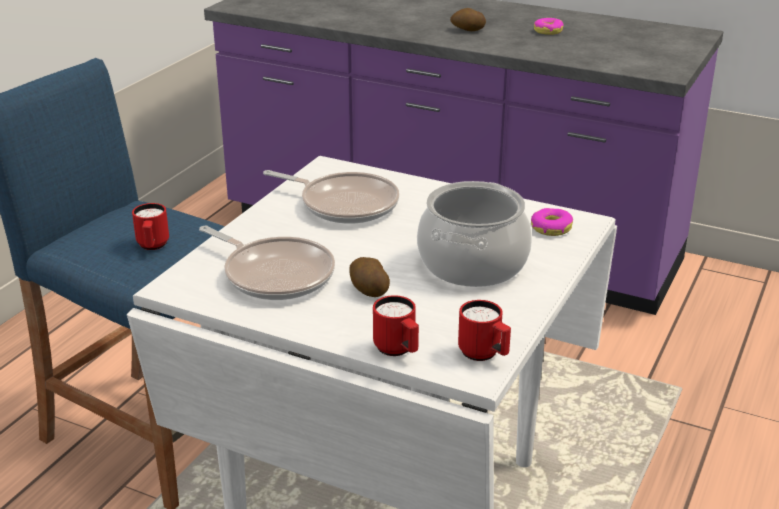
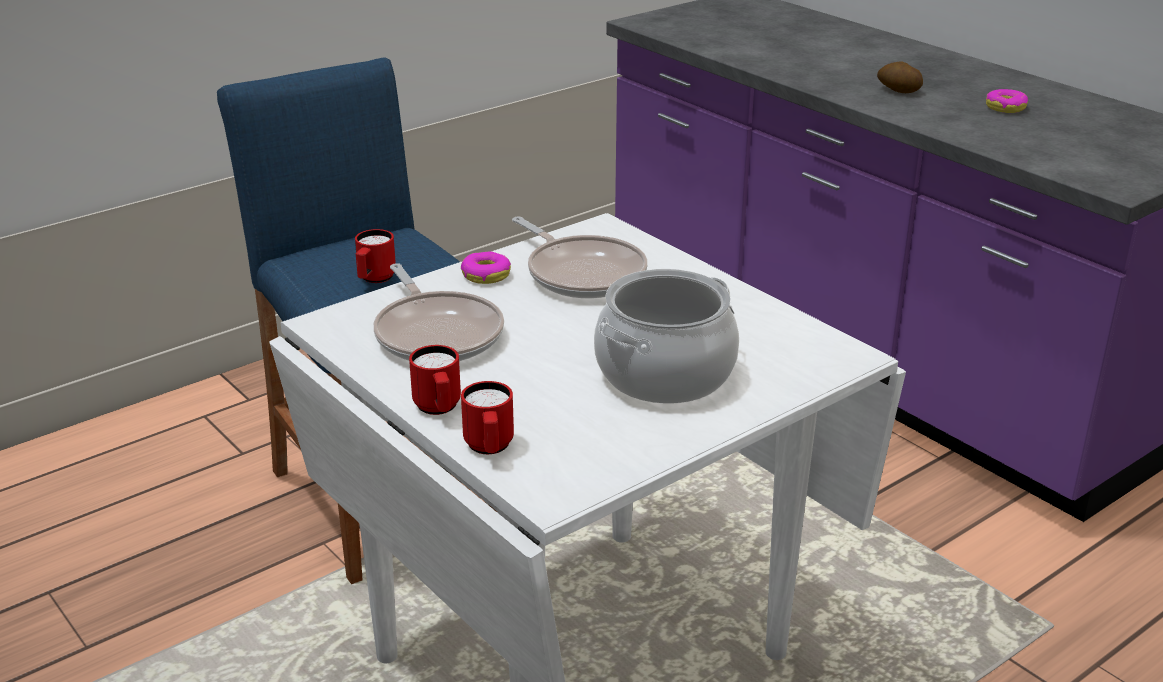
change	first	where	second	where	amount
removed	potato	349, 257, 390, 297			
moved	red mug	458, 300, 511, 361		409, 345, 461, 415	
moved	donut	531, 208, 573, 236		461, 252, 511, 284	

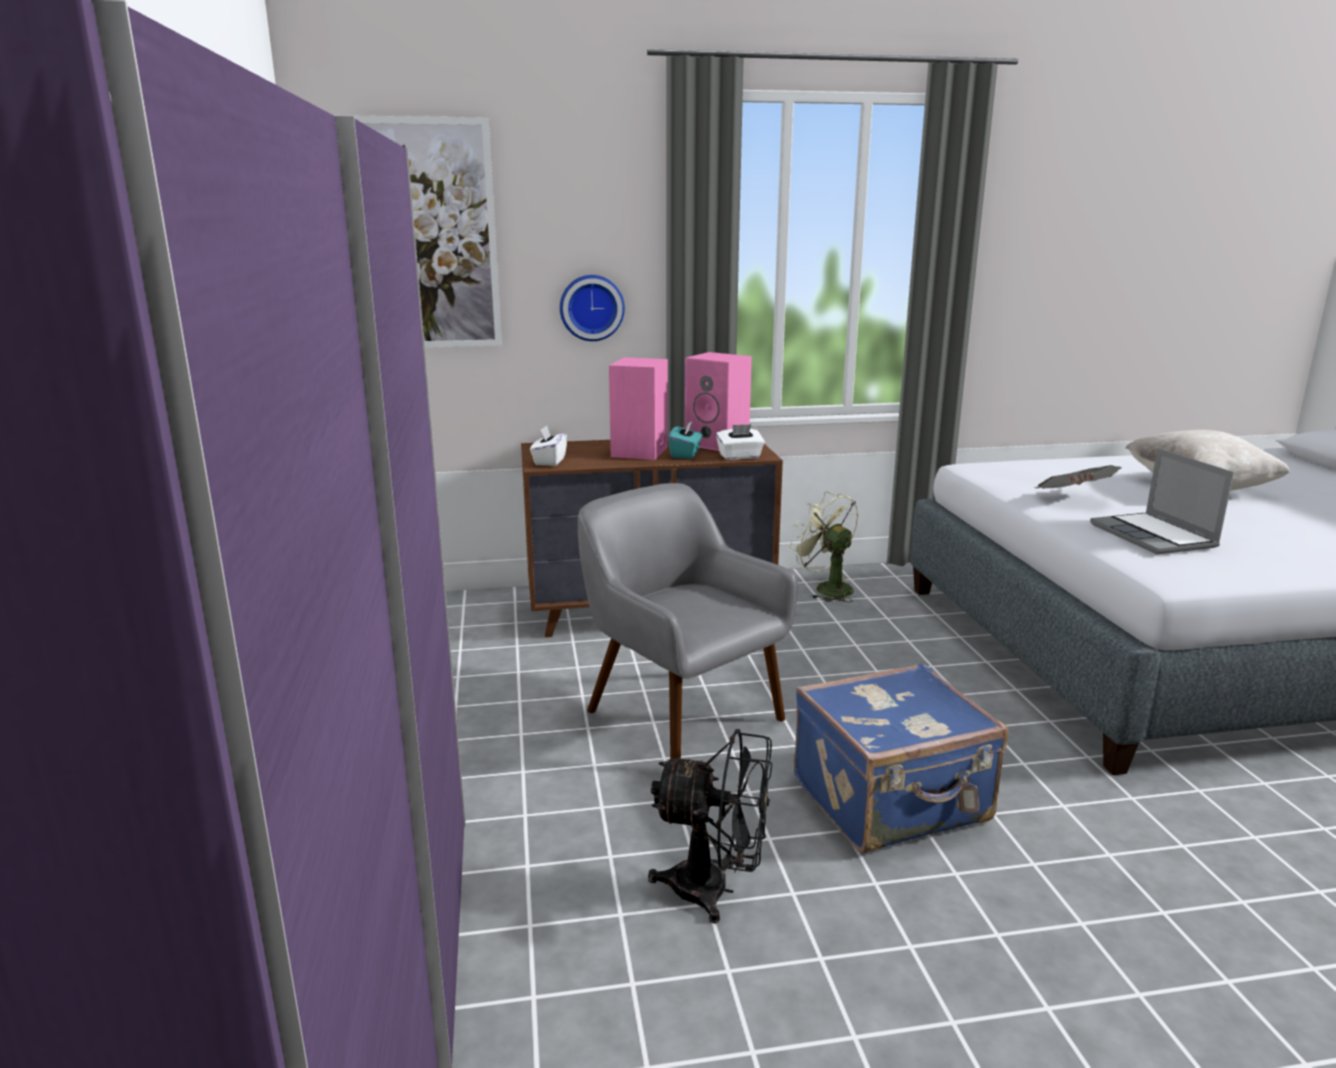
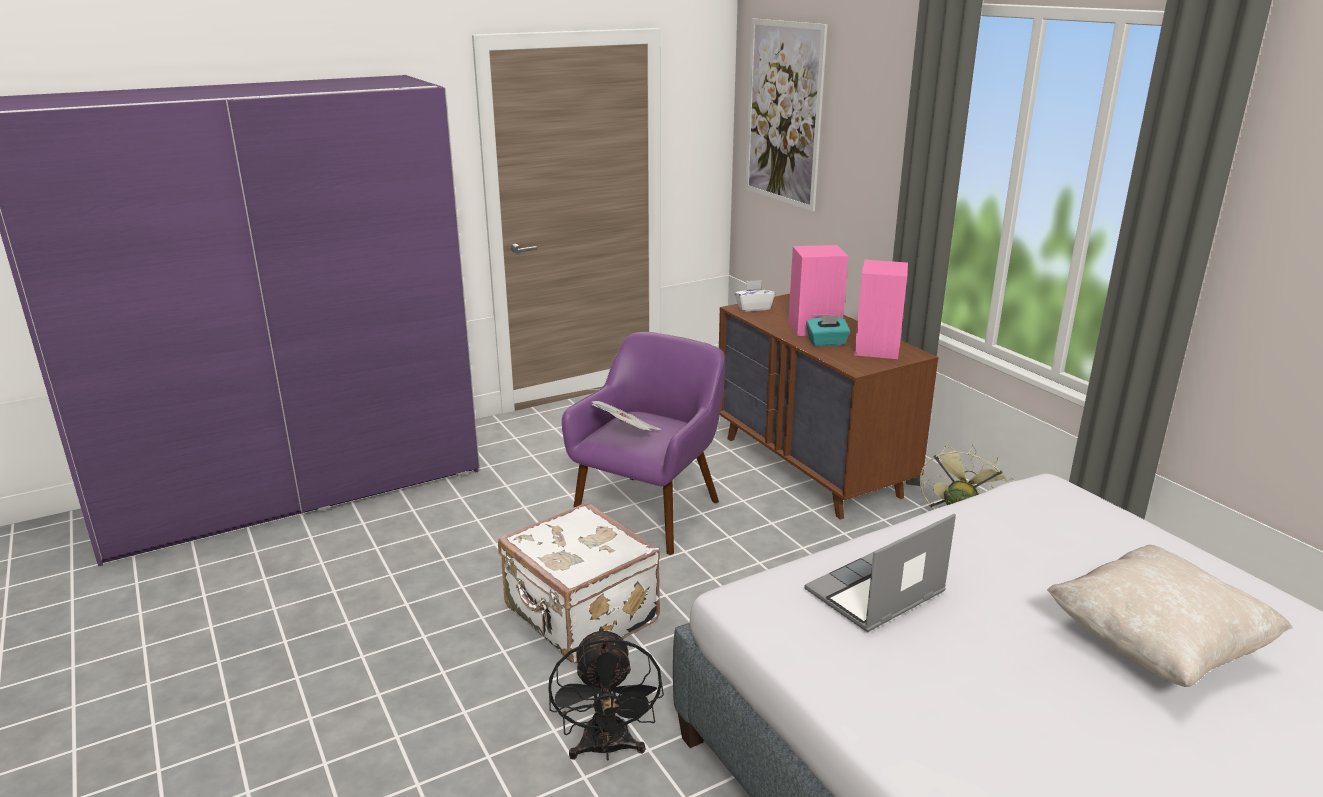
change	first	where	second	where	amount
removed	wall clock	560, 275, 625, 341			
removed	white tissue box	716, 424, 765, 460			
moved	black fan	648, 729, 772, 924		548, 627, 664, 760	
moved	newspaper	1034, 465, 1121, 489		591, 401, 661, 431	
recoloured	grey armchair	578, 483, 798, 759	purple armchair	562, 332, 725, 555	
recoloured	blue suitcase	794, 663, 1008, 853	white suitcase	498, 502, 660, 663	

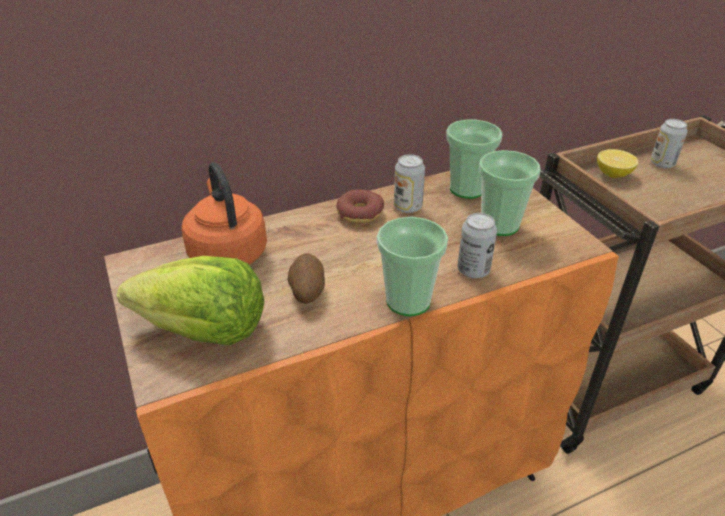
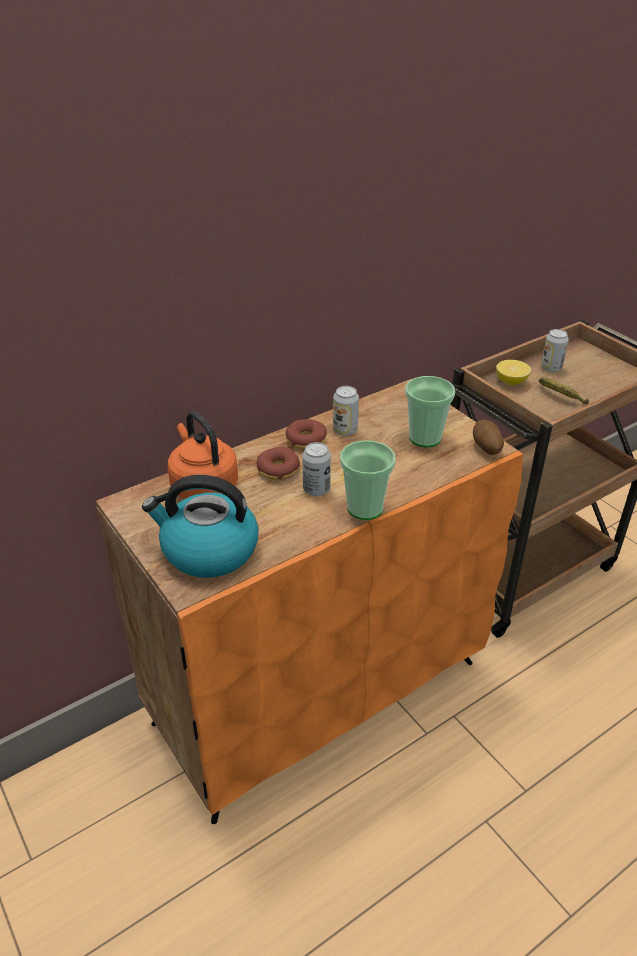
change	first	where	second	where	amount
removed	cup	446, 119, 502, 199			
added			donut	257, 447, 300, 480	
added			banana	539, 378, 589, 404	
moved	potato	287, 253, 325, 304		473, 420, 504, 455	
moved	can	458, 213, 497, 278		302, 442, 331, 496	
replaced	lettuce	117, 256, 264, 345	kettle	142, 475, 259, 578	

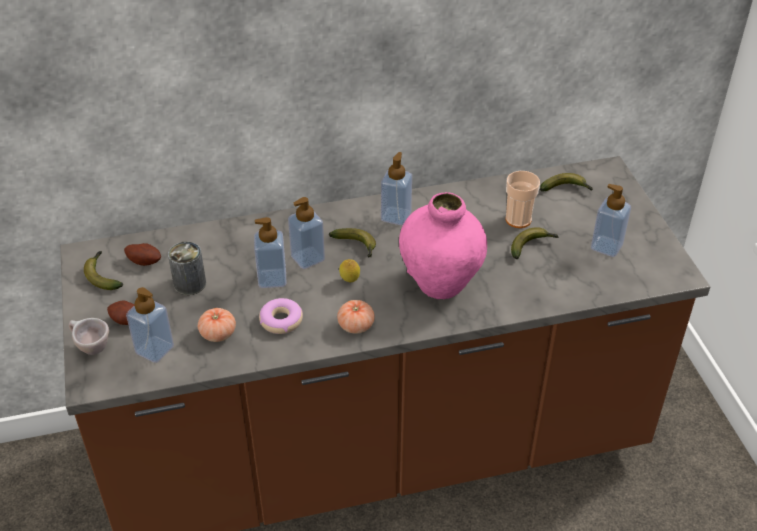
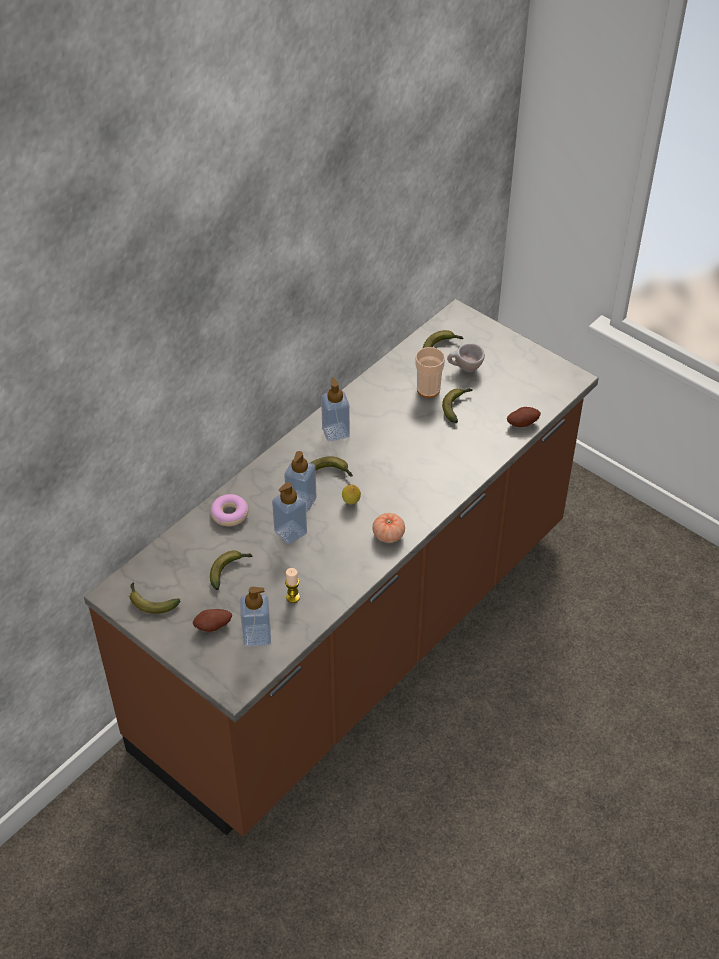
change	first	where	second	where	amount
removed	pink vase	399, 192, 487, 299			
removed	soap dispenser	591, 184, 631, 257			
moved	beige cup	69, 318, 109, 355		447, 344, 485, 372	
moved	potato	124, 243, 161, 266		507, 407, 541, 427	
moved	donut	259, 298, 303, 334		210, 494, 249, 526	
replaced	can	168, 241, 206, 295	banana	210, 550, 252, 590	
replaced	tomato	198, 308, 236, 342	candle	285, 568, 300, 603	

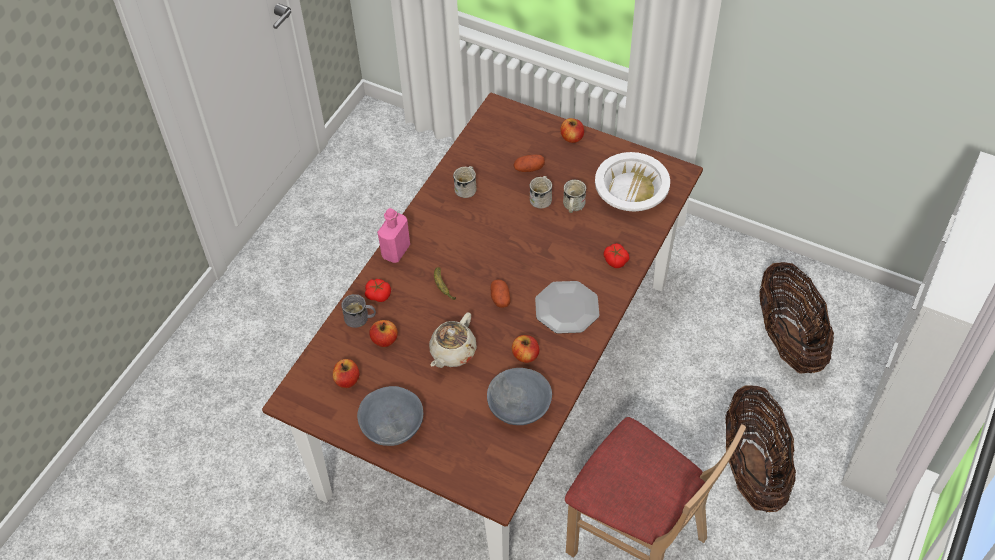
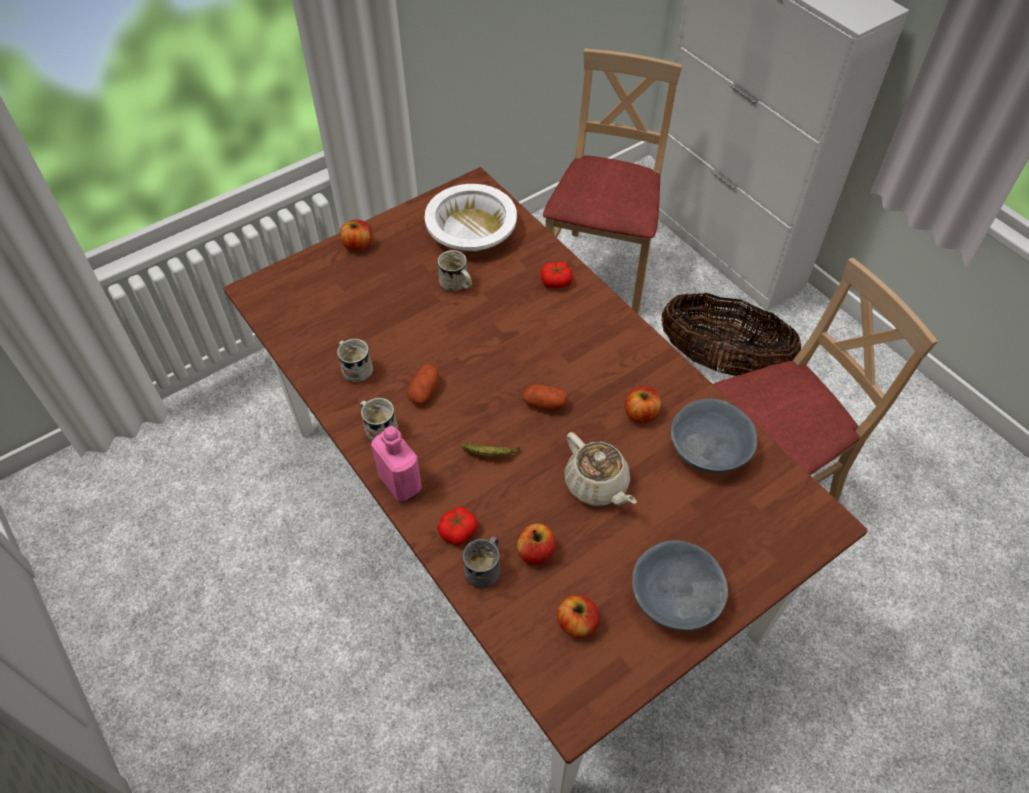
change	first	where	second	where	amount
removed	plate	535, 281, 599, 334			
moved	potato	514, 155, 545, 172		407, 364, 439, 404	
moved	white mug	530, 176, 552, 208		360, 398, 398, 441	
replaced	basket	759, 262, 834, 374	beige chair	543, 48, 682, 314	

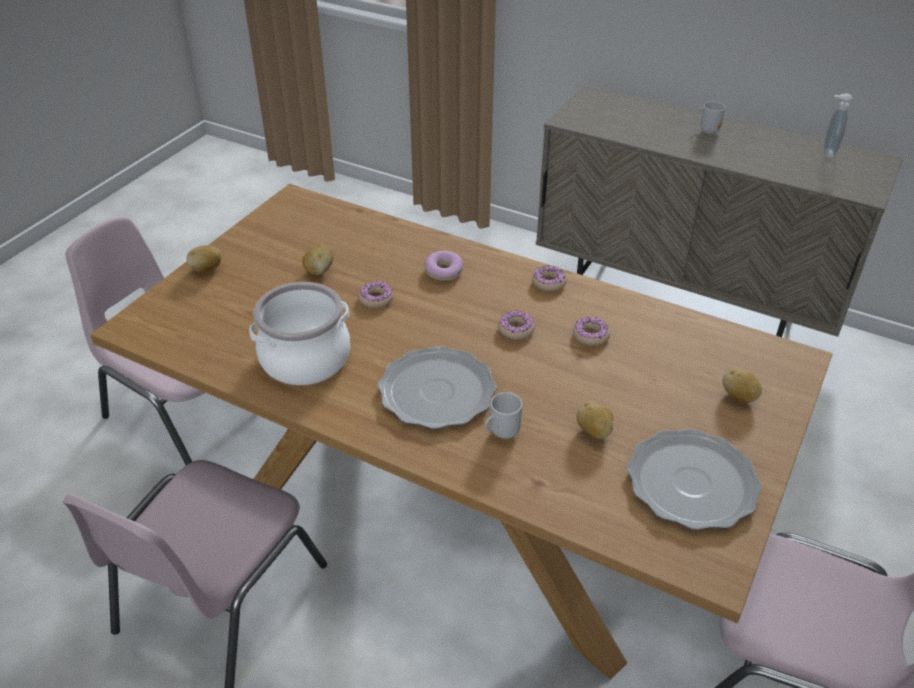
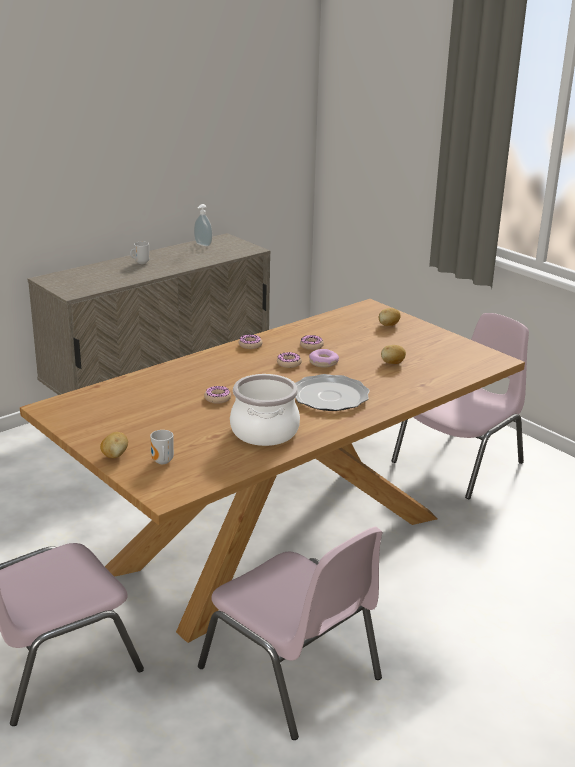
change	first	where	second	where	amount
removed	potato	302, 245, 333, 275			
removed	plate	627, 429, 762, 530			
moved	donut	425, 251, 463, 281		309, 349, 339, 368	
moved	mug	485, 392, 522, 439		150, 430, 174, 464	

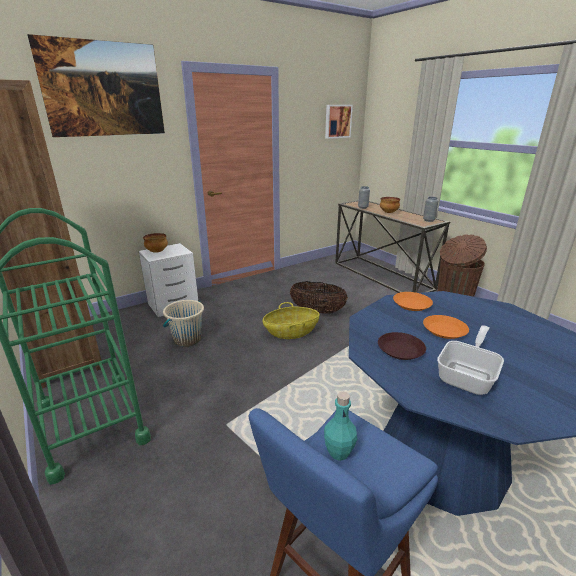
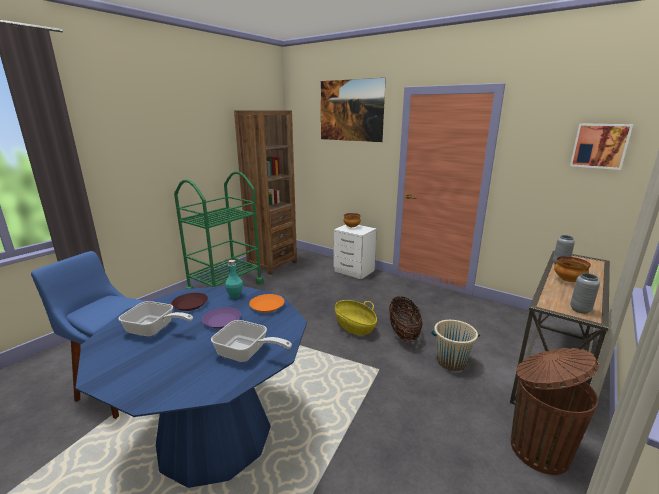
change	first	where	second	where	amount
added			frying pan	211, 320, 292, 362	
moved	beige bucket	163, 300, 204, 347		431, 320, 480, 371	
moved	turquoise bottle	324, 392, 357, 461		225, 260, 243, 299	
recoloured	orange plate	423, 315, 469, 339	purple plate	202, 307, 241, 329	

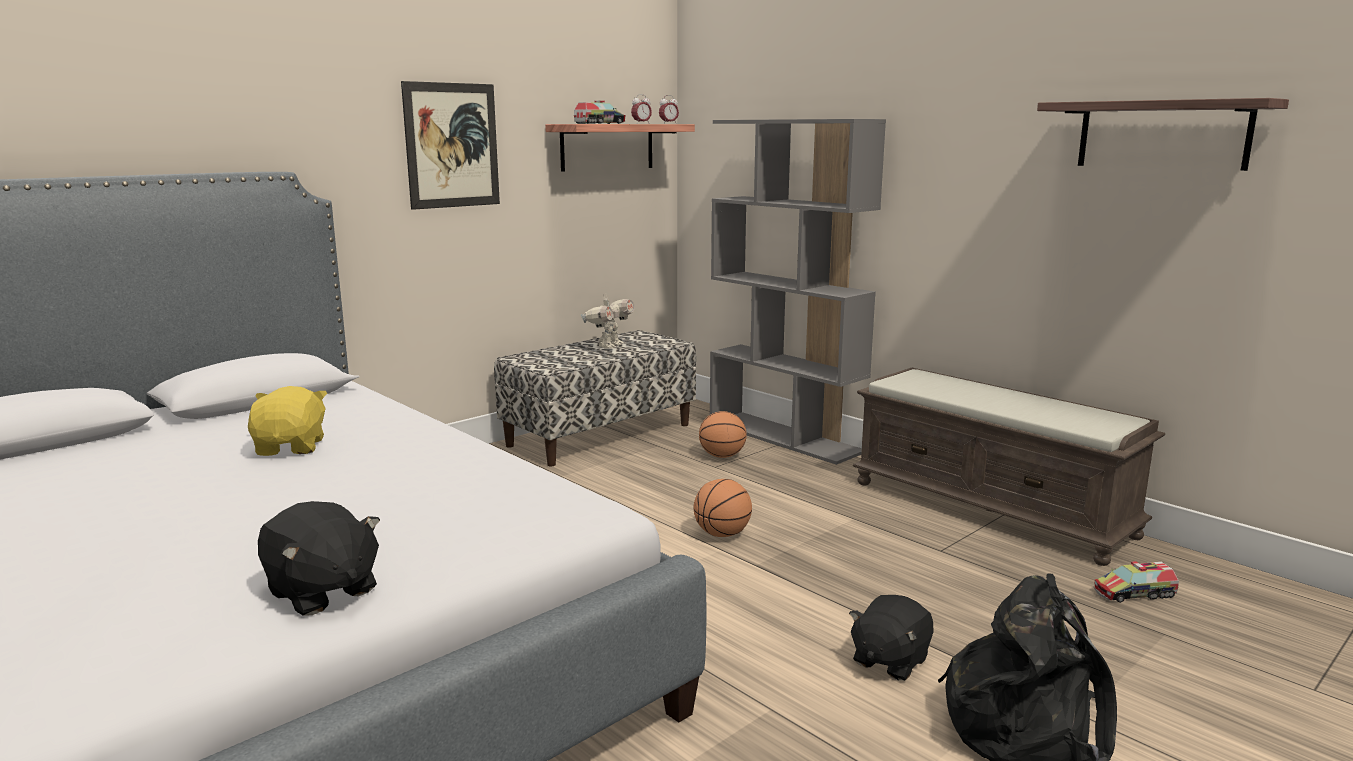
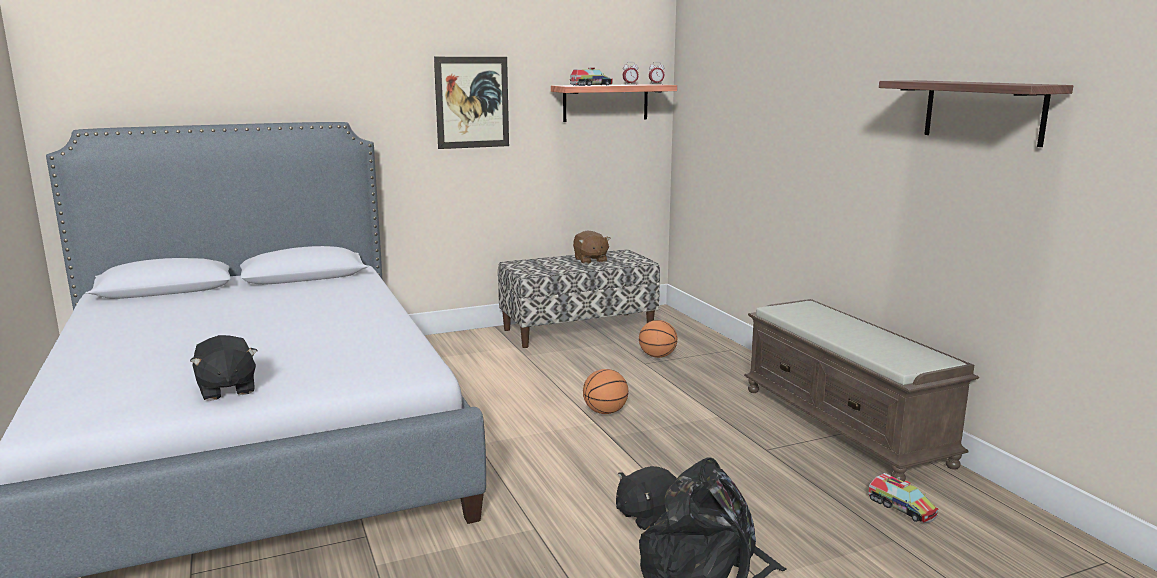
change	first	where	second	where	amount
removed	yellow plush toy	248, 386, 327, 456			
removed	grey bookcase	710, 119, 886, 465			
replaced	toy robot	581, 295, 635, 349	brown plush toy	573, 231, 611, 264	
turned	toy truck	1094, 561, 1179, 603		868, 473, 939, 523	135 degrees counterclockwise

